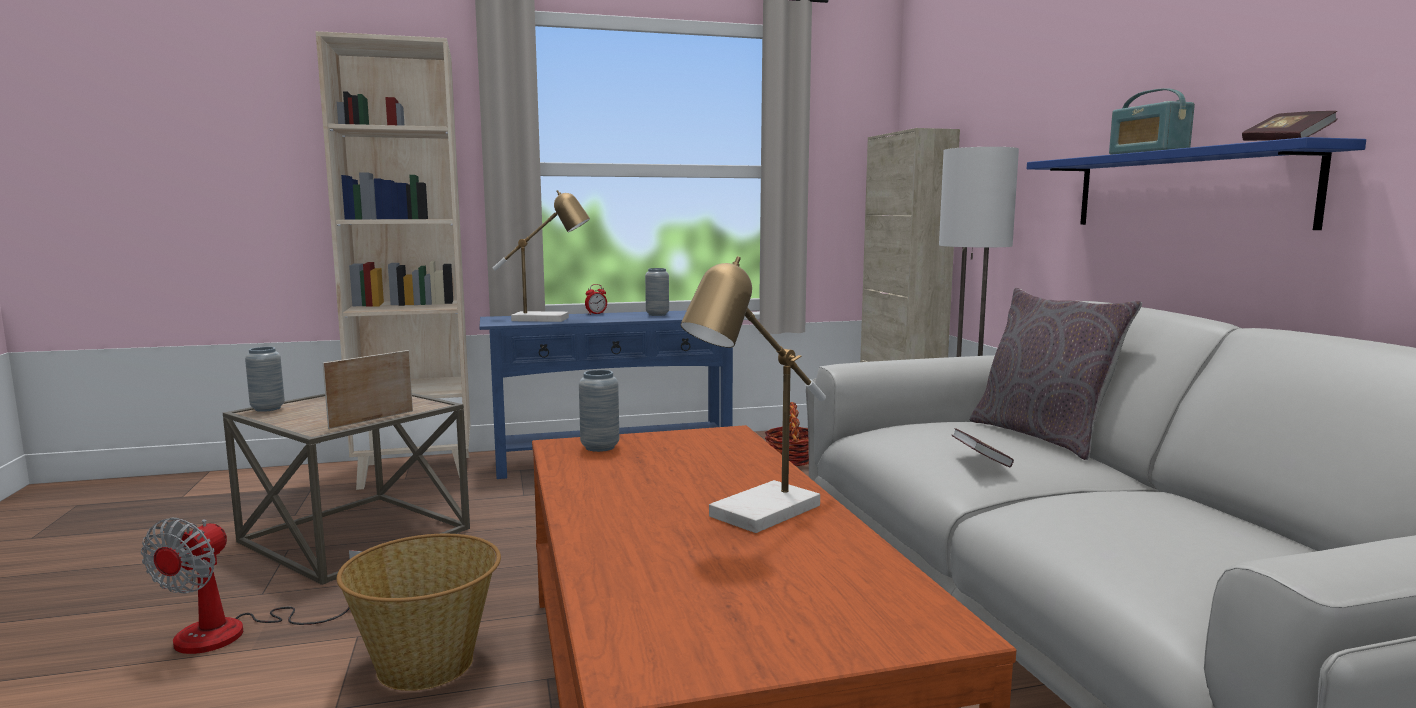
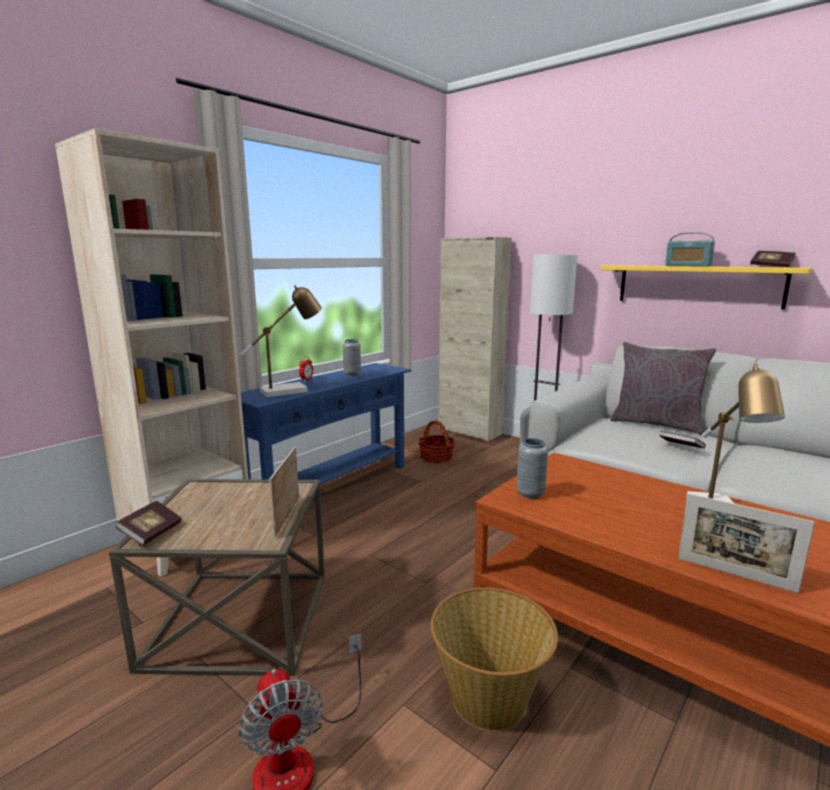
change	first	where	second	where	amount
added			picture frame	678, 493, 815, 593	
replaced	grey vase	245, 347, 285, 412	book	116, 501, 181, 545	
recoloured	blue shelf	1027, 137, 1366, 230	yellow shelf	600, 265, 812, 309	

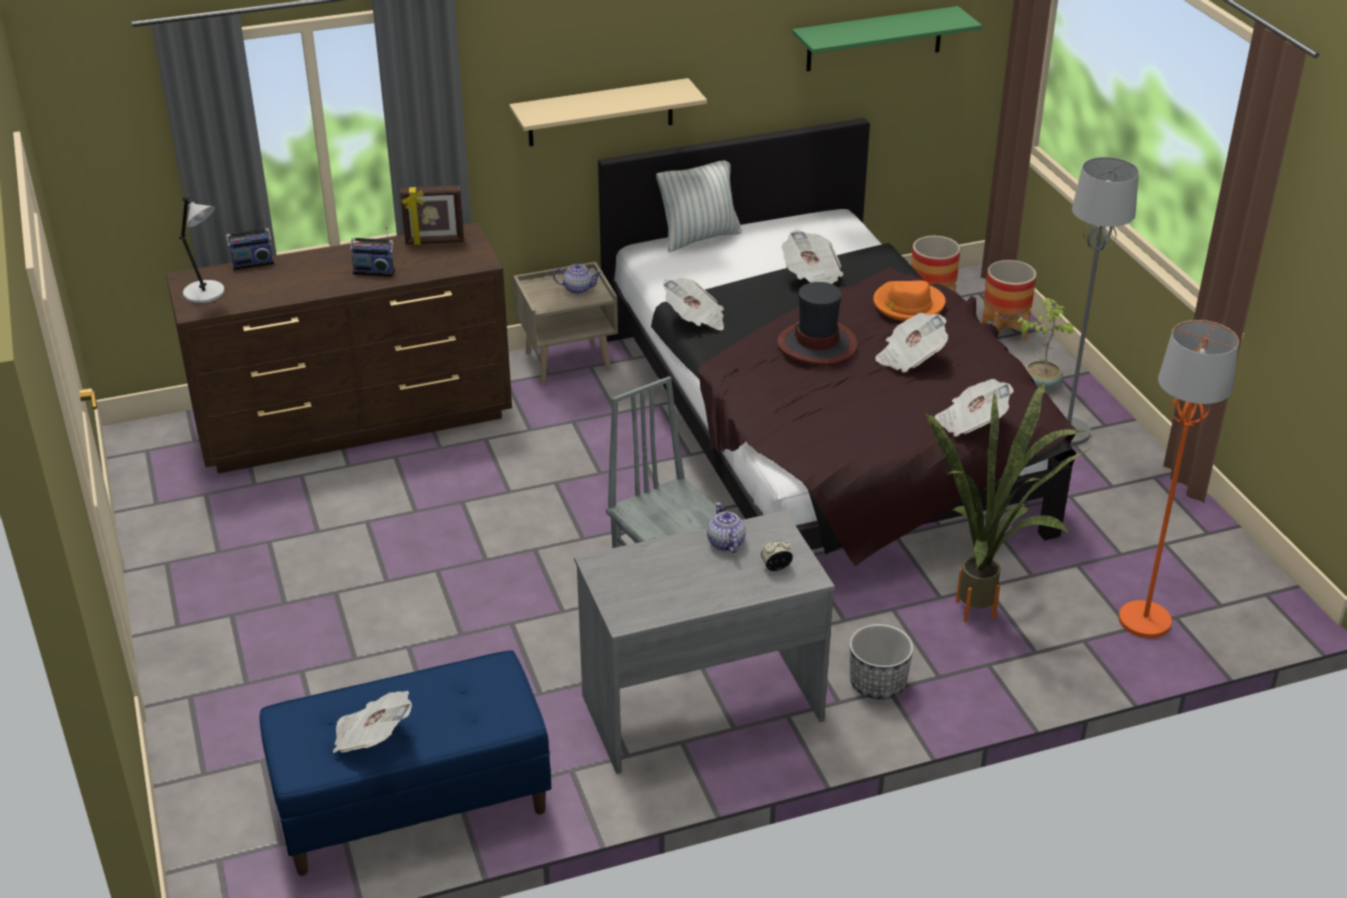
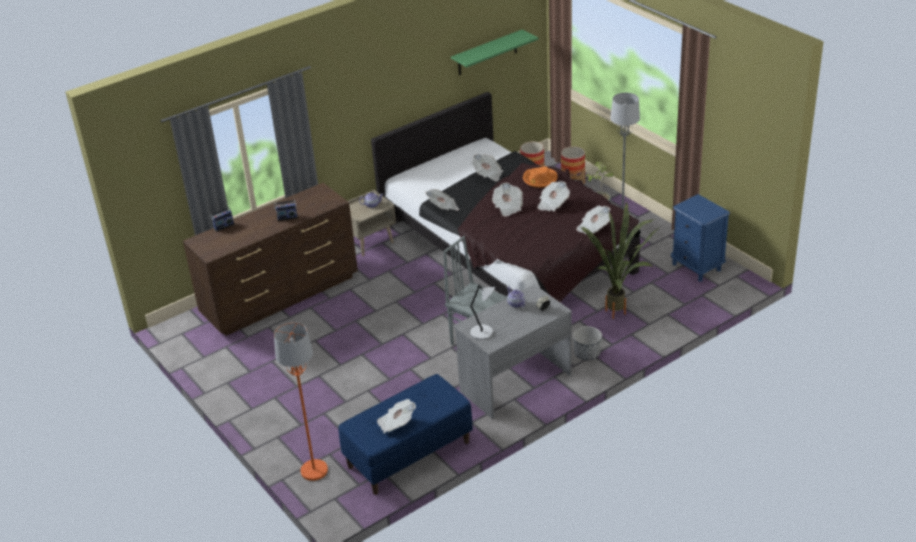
change	first	where	second	where	amount
removed	picture frame	400, 185, 464, 245			
removed	beige shelf	509, 78, 707, 146			
removed	pillow	656, 161, 742, 252			
added			blue nightstand	671, 194, 730, 281	
moved	grey table lamp	179, 195, 225, 303		470, 284, 495, 340	
moved	orange floor lamp	1119, 320, 1239, 638		274, 322, 328, 481	
replaced	hat	777, 282, 857, 365	newspaper	492, 183, 523, 217	

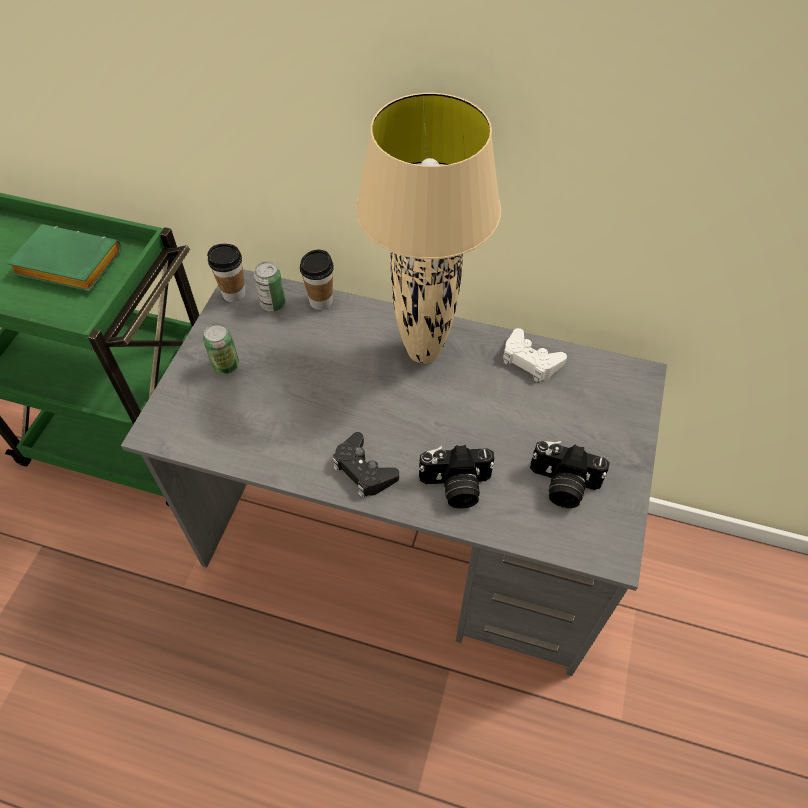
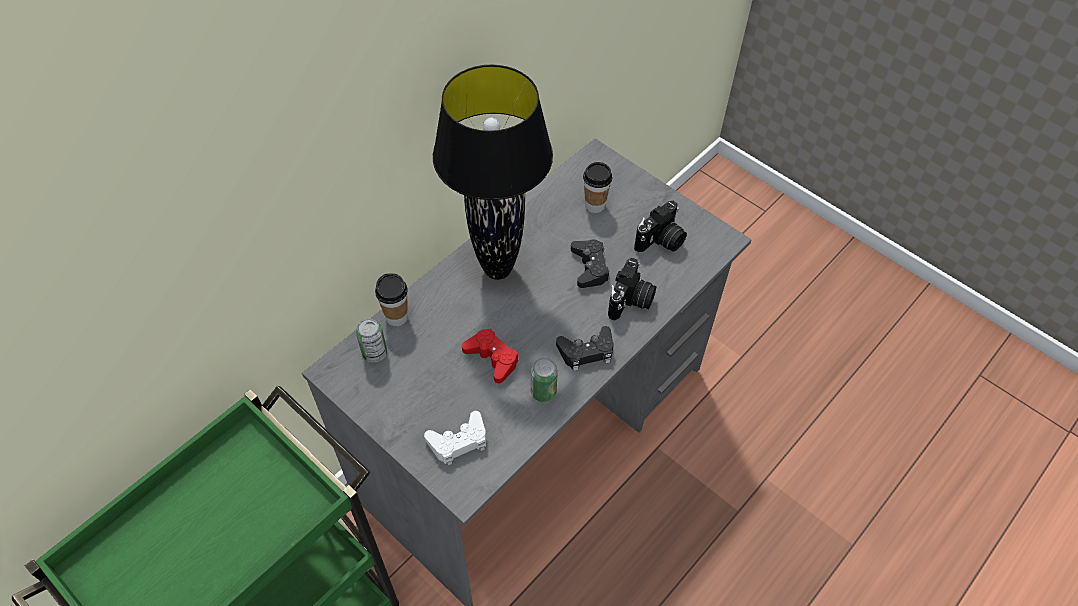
change	first	where	second	where	amount
removed	green book	7, 224, 121, 292			
added			red game controller	462, 329, 519, 383	
added			black game controller	571, 239, 610, 288	
moved	can	203, 323, 239, 374		531, 358, 558, 402	
moved	cup	207, 244, 245, 303		583, 162, 612, 213	
moved	white game controller	503, 328, 567, 383		424, 411, 486, 466	
recoloured	beige table lamp	356, 93, 501, 364	black table lamp	433, 65, 553, 280	

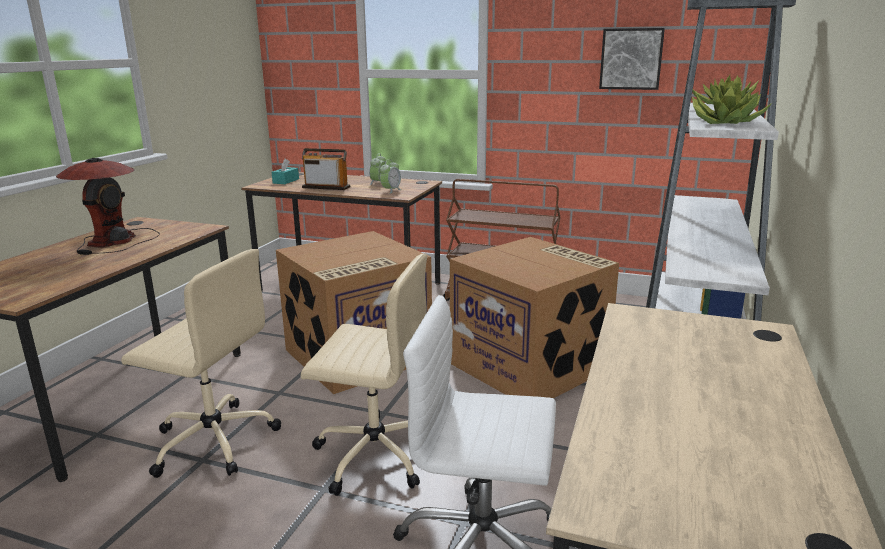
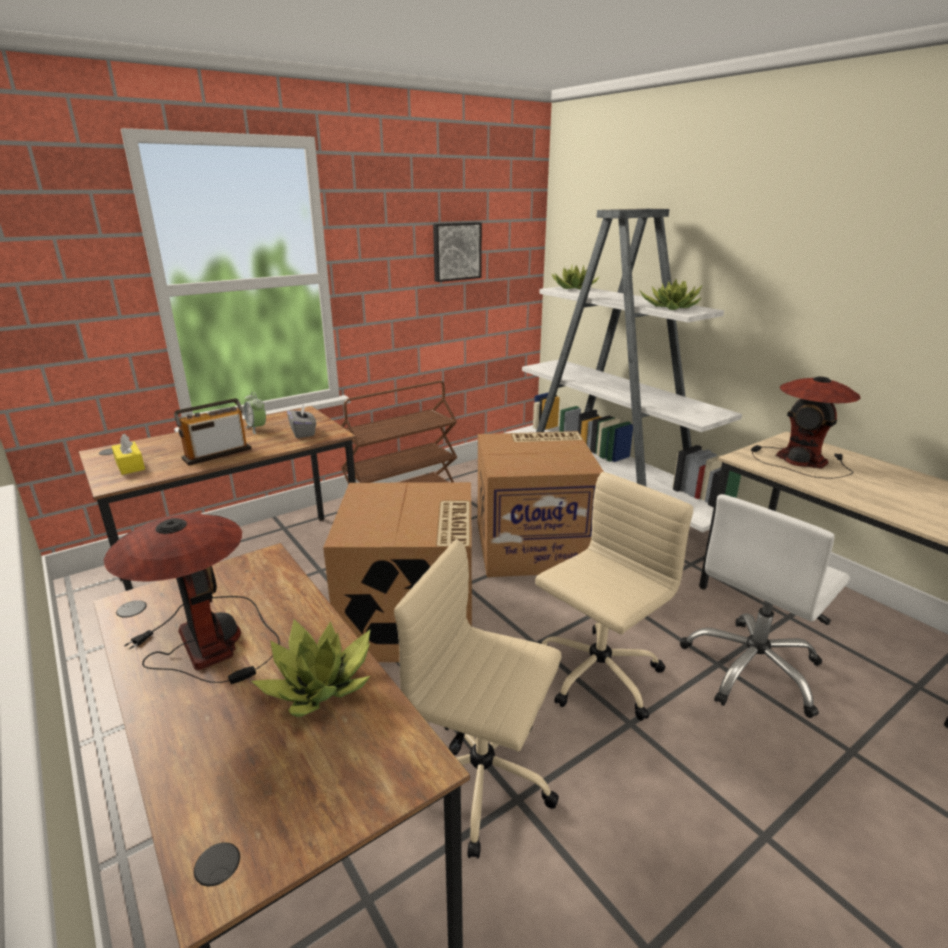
change	first	where	second	where	amount
added			potted plant	251, 619, 370, 717	
added			table lamp	751, 377, 861, 479	
replaced	alarm clock	380, 159, 402, 194	grey tissue box	287, 405, 316, 438	
recoloured	turquoise tissue box	272, 159, 299, 184	yellow tissue box	111, 434, 145, 475	
turned	beige office chair	121, 249, 281, 478		394, 539, 562, 858	120 degrees counterclockwise

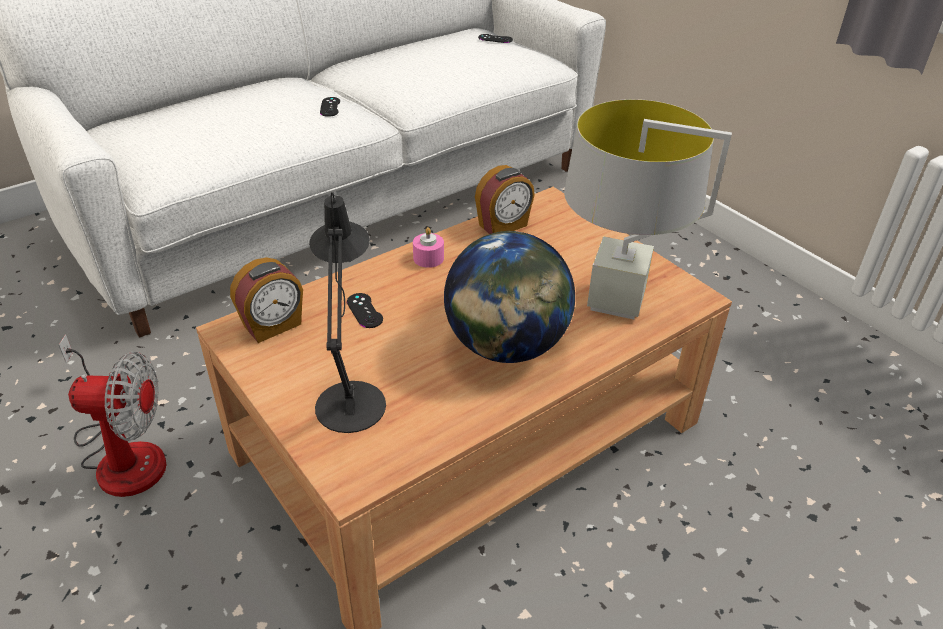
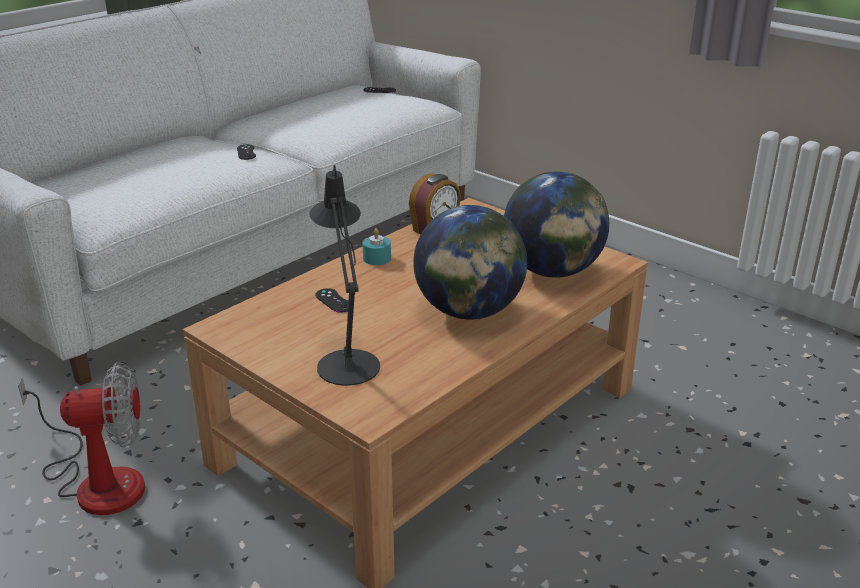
change	first	where	second	where	amount
removed	alarm clock	230, 257, 303, 343			
replaced	grey table lamp	564, 99, 732, 320	globe	504, 172, 609, 278	
recoloured	pink candle	413, 227, 444, 268	turquoise candle	362, 228, 391, 265	

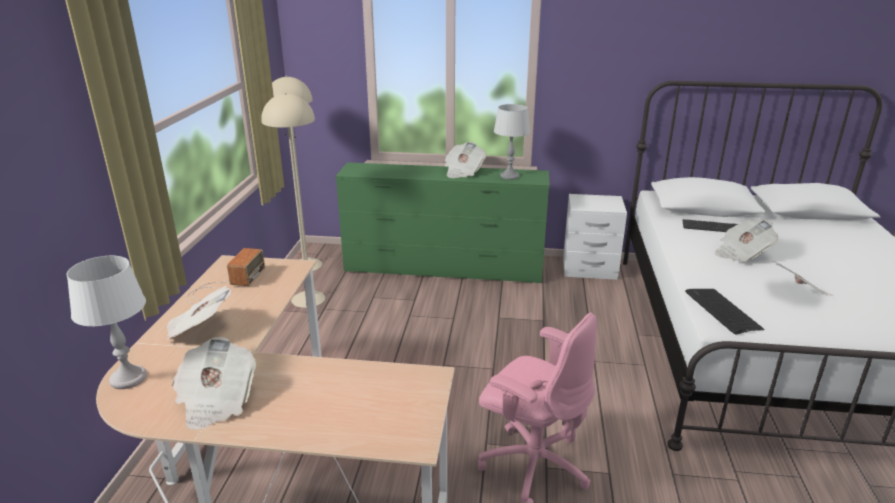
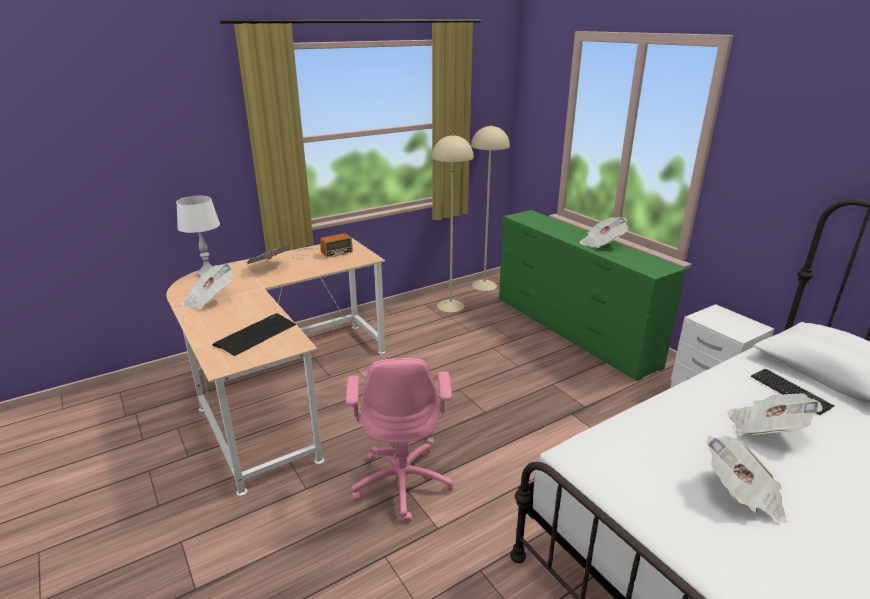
change	first	where	second	where	amount
removed	grey table lamp	494, 104, 530, 180			
moved	keyboard	685, 289, 764, 335		213, 313, 296, 356	

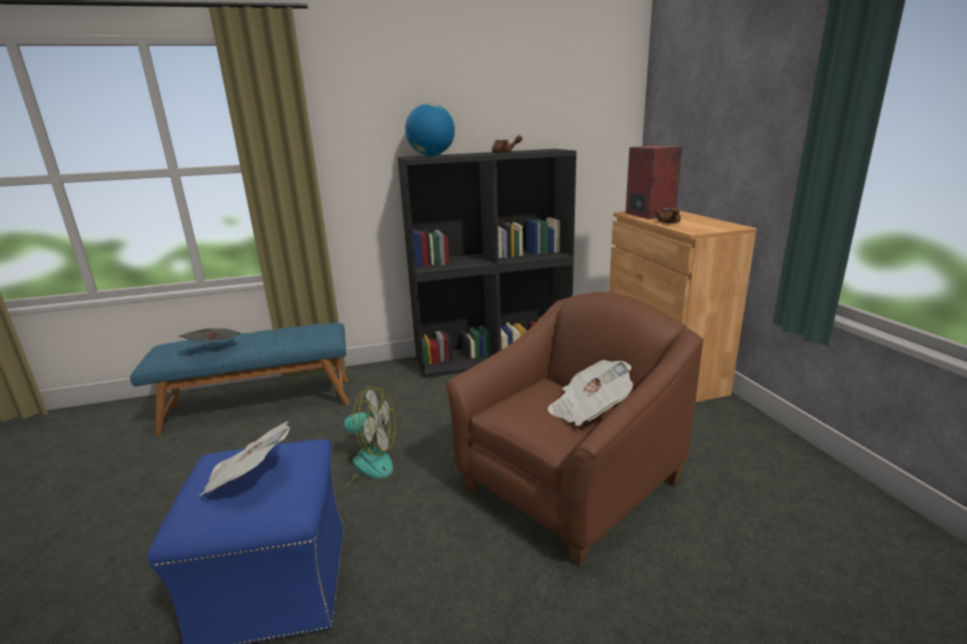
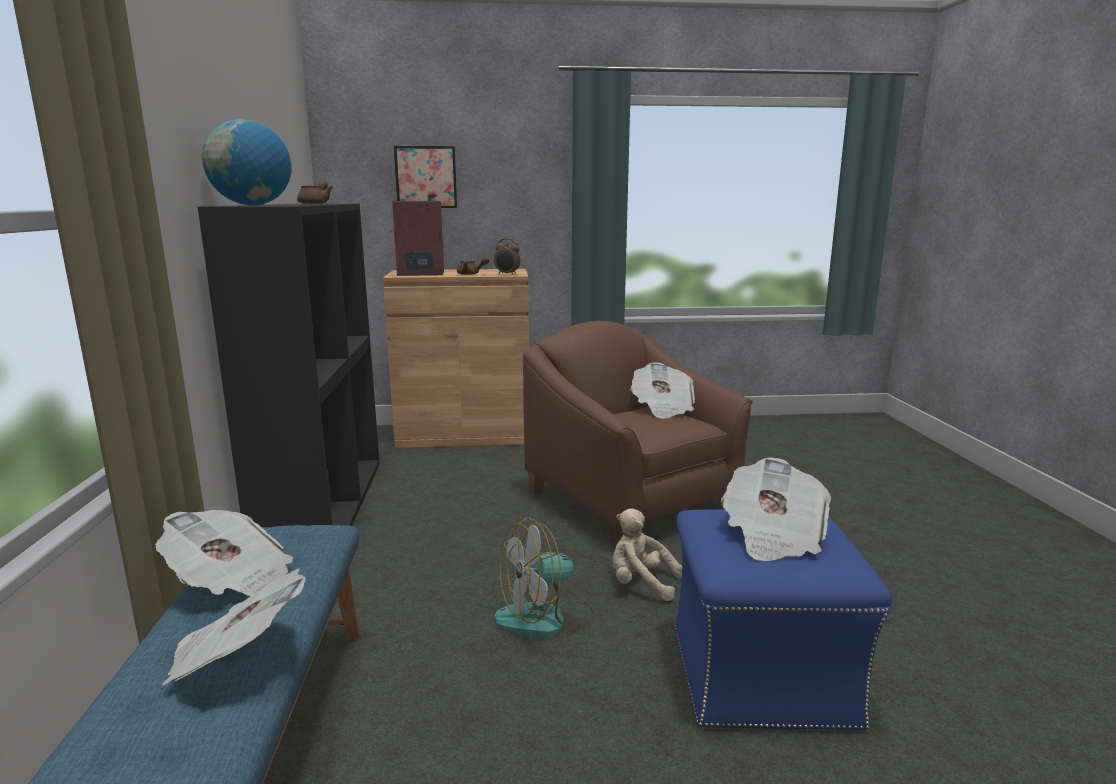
change	first	where	second	where	amount
added			newspaper	155, 510, 293, 596	
added			picture	394, 146, 457, 208	
added			alarm clock	494, 238, 521, 275	
added			beige plush toy	613, 509, 682, 601	
turned	fan	332, 386, 395, 490		494, 517, 596, 638	135 degrees counterclockwise

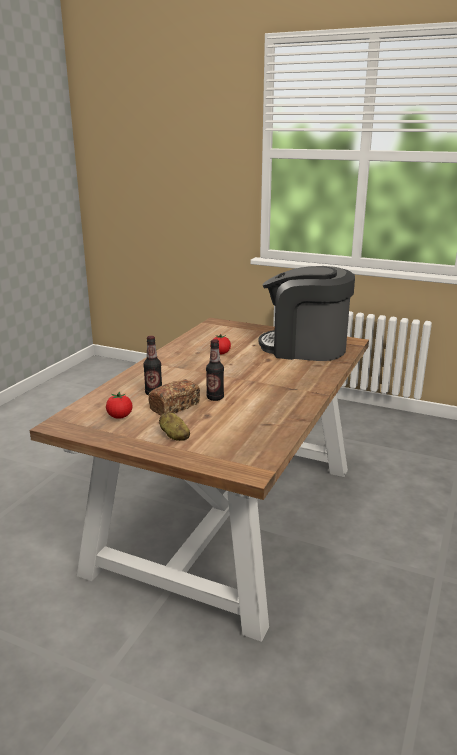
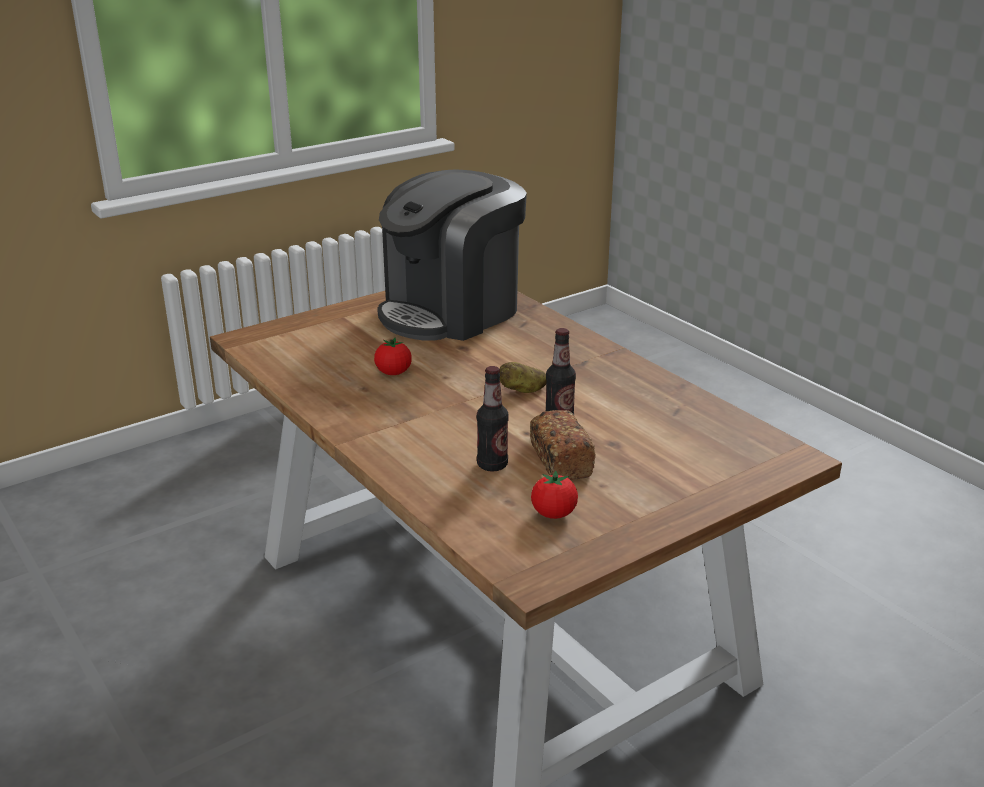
change	first	where	second	where	amount
moved	potato	159, 412, 190, 441		499, 362, 546, 393	

